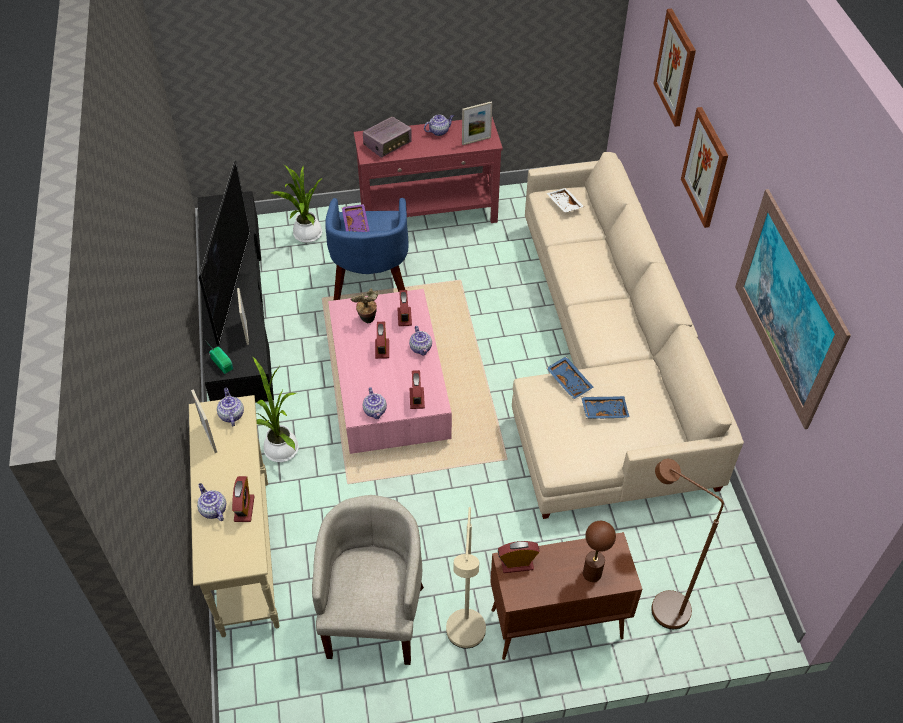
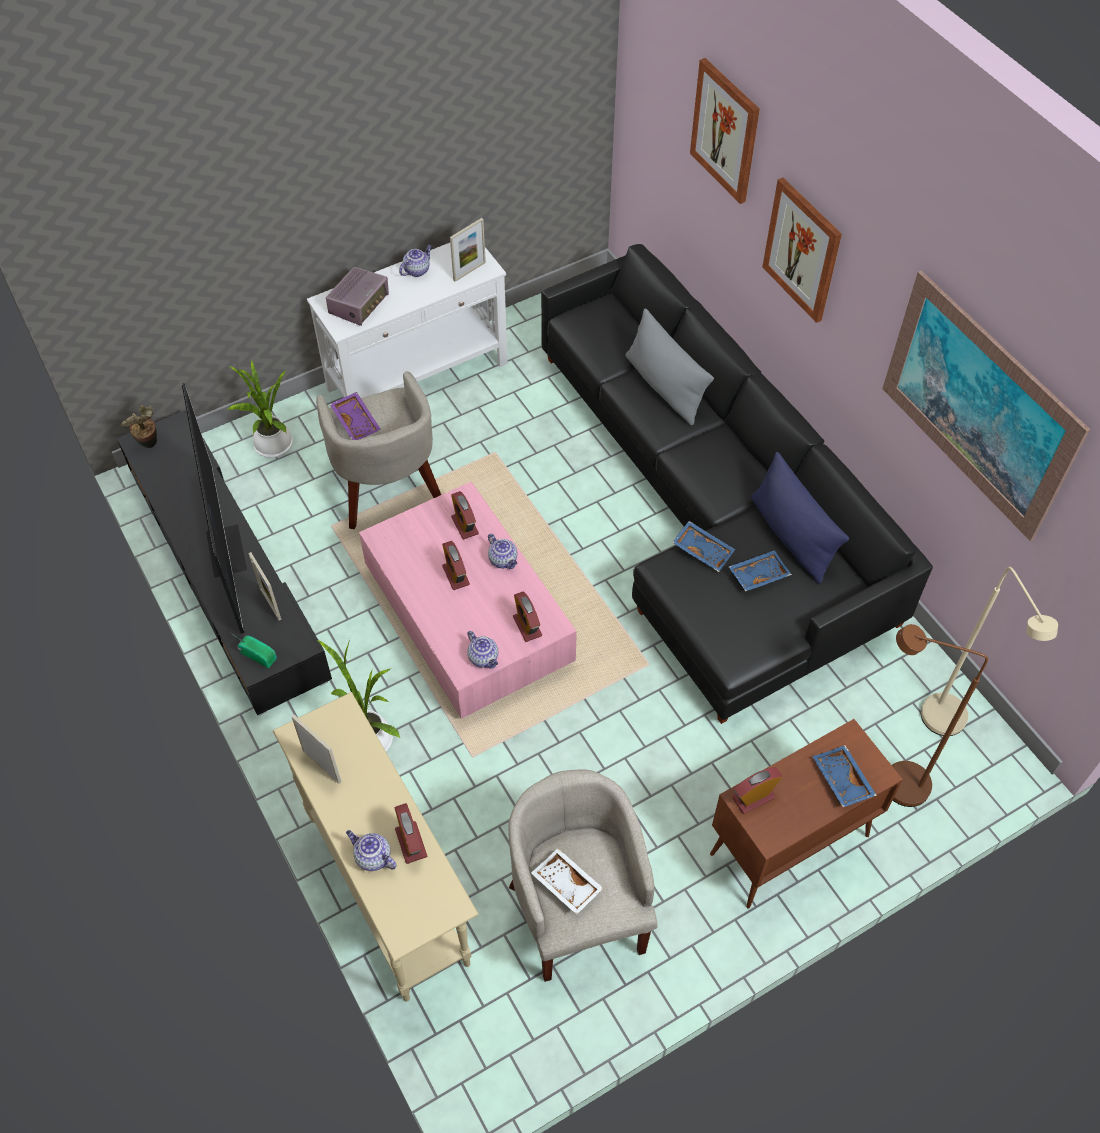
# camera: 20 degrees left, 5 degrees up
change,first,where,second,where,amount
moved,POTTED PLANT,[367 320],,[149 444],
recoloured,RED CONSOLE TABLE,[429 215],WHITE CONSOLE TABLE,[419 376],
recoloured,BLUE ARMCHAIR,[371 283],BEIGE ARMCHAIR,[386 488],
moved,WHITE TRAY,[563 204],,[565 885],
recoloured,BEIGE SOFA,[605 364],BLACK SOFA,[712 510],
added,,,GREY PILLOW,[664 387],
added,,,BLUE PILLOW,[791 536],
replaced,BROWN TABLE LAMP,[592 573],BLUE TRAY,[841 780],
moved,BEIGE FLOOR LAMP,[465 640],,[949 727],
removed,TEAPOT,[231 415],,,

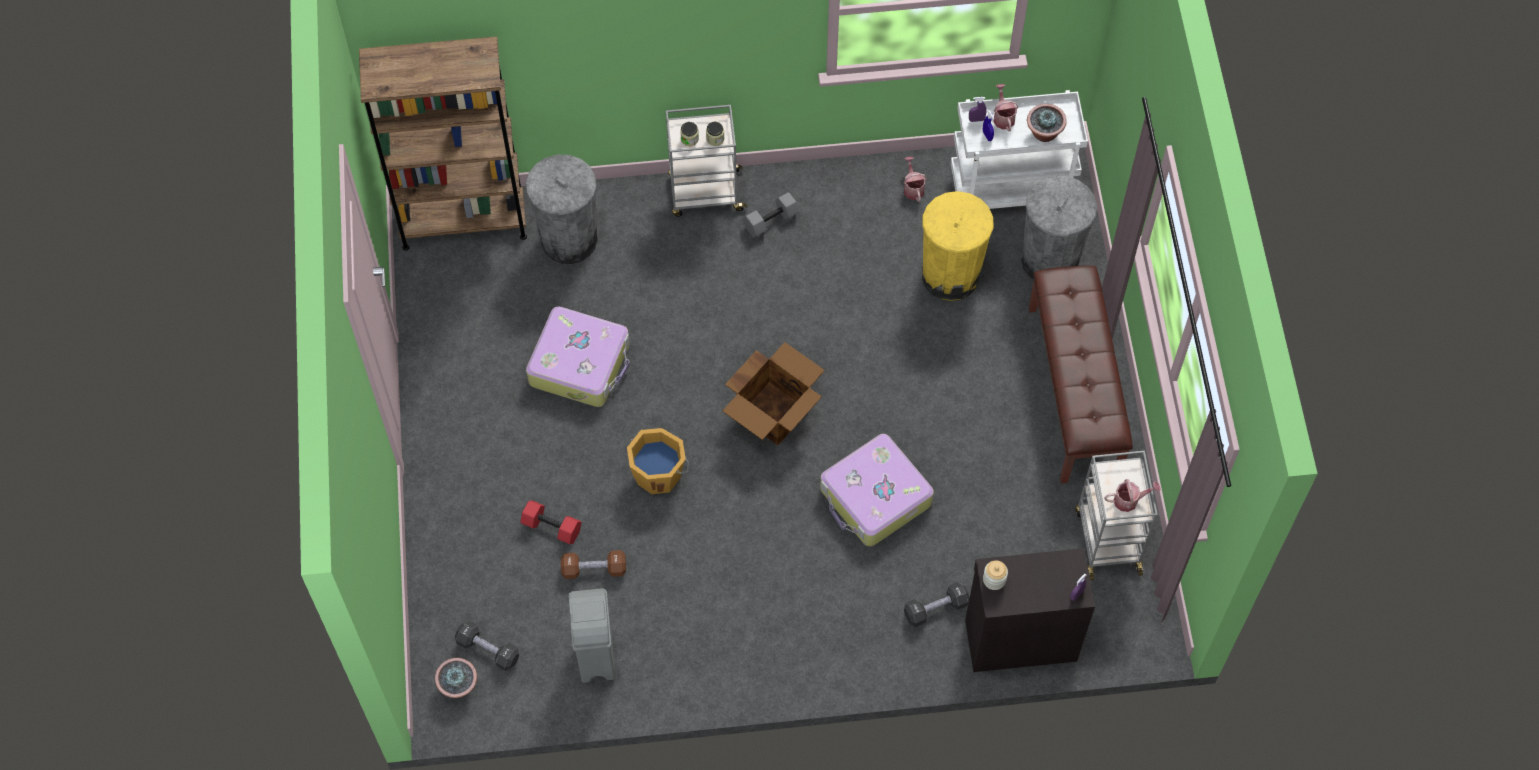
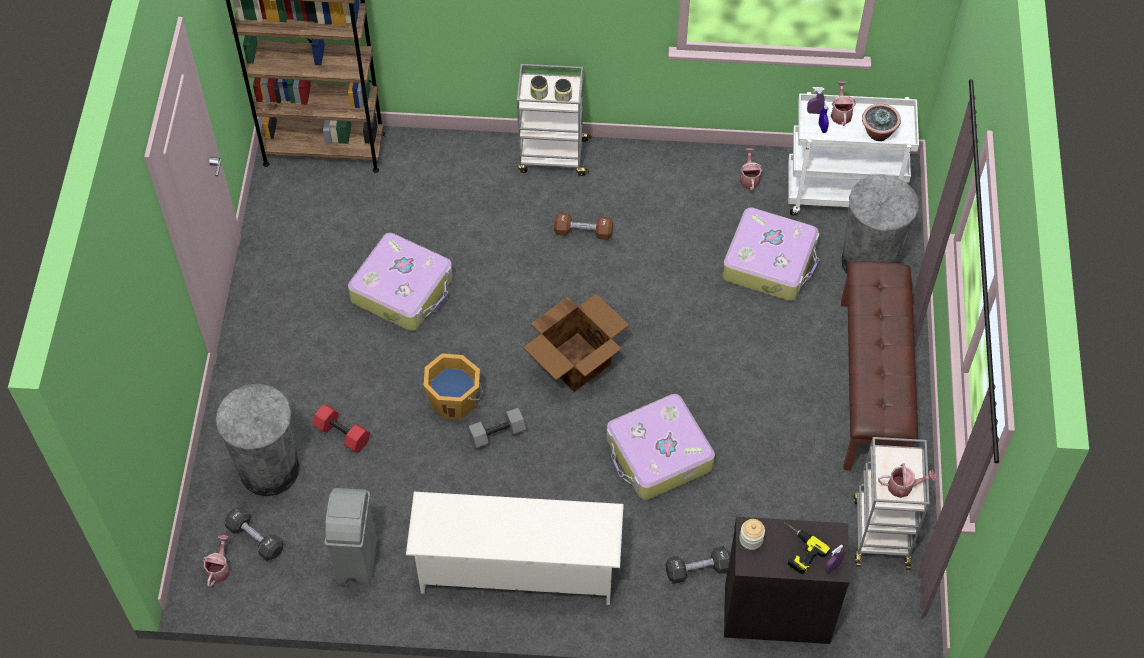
# camera: 10 degrees right, 5 degrees down
change,first,where,second,where,amount
replaced,POTTED PLANT,[459 686],WATERING CAN,[219 568],
moved,GREY TRASH CAN,[568 239],,[269 469],
added,,,WHITE SHOE RACK,[517 569],
moved,GREY DUMBBELL,[770 220],,[497 433],
moved,BROWN DUMBBELL,[594 569],,[583 232],
replaced,YELLOW TRASH CAN,[950 275],SUITCASE,[770 262],
added,,,POWER DRILL,[797 549],

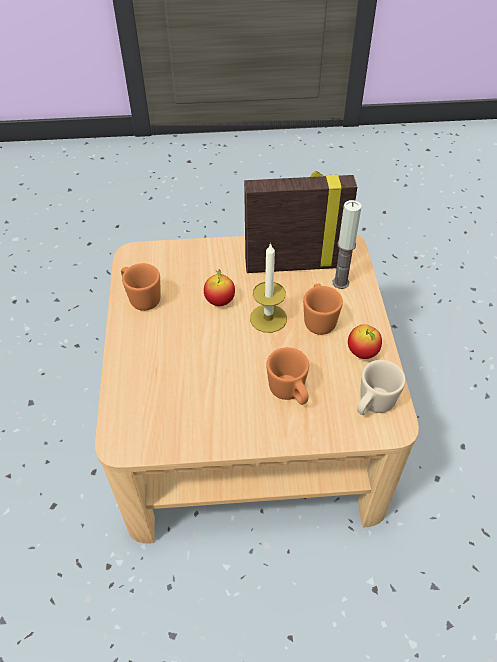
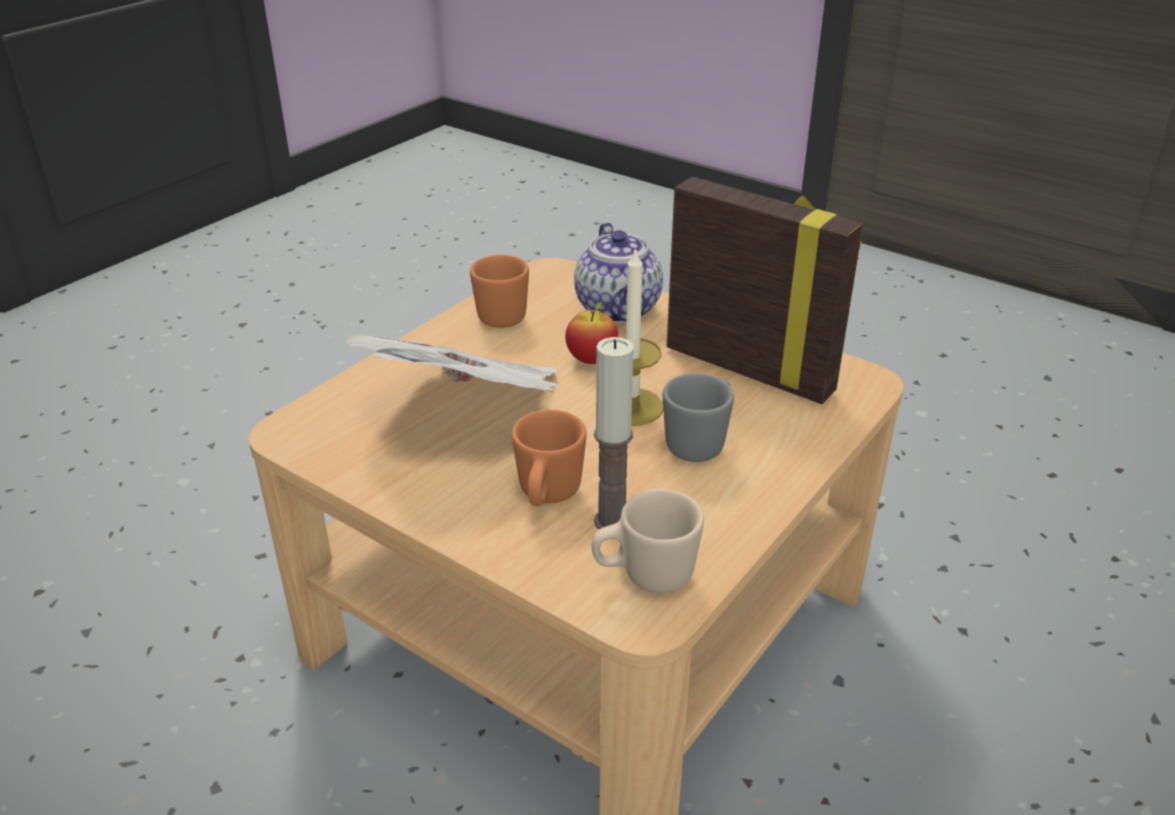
# camera: 40 degrees right, 15 degrees down
change,first,where,second,where,amount
added,,,NEWSPAPER,[470 409],
added,,,TEAPOT,[619 310],
moved,CANDLE,[340 283],,[611 521],
recoloured,ORANGE MUG,[318 320],GREY MUG,[700 443],
removed,APPLE,[362 352],,,

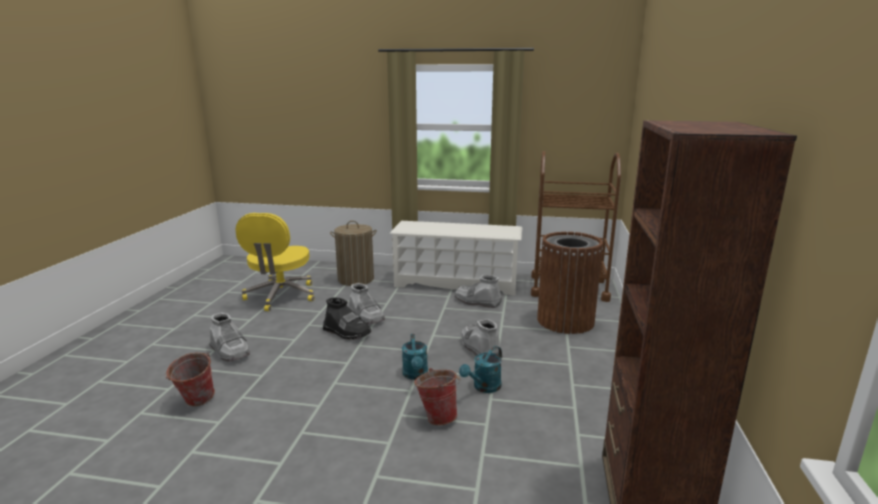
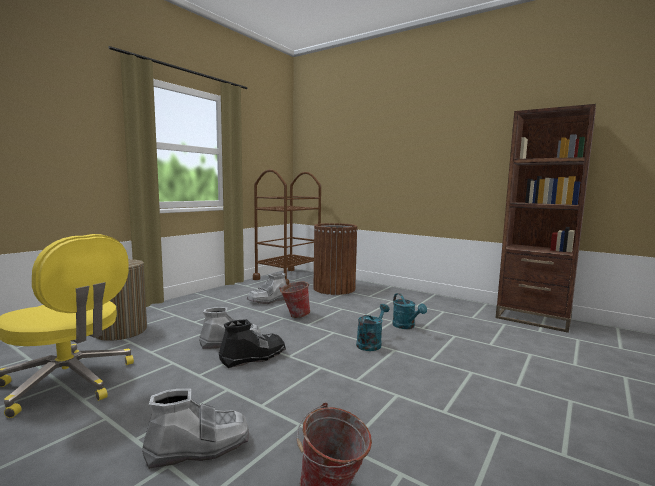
# camera: 65 degrees left, 10 degrees down
change,first,where,second,where,amount
moved,BUCKET,[437 416],,[294 315],
turned,TURQUOISE WATERING CAN,[415 375],,[371 343],75 degrees counterclockwise
removed,WHITE SHOE RACK,[456 283],,,
removed,GREY BOOT,[480 348],,,

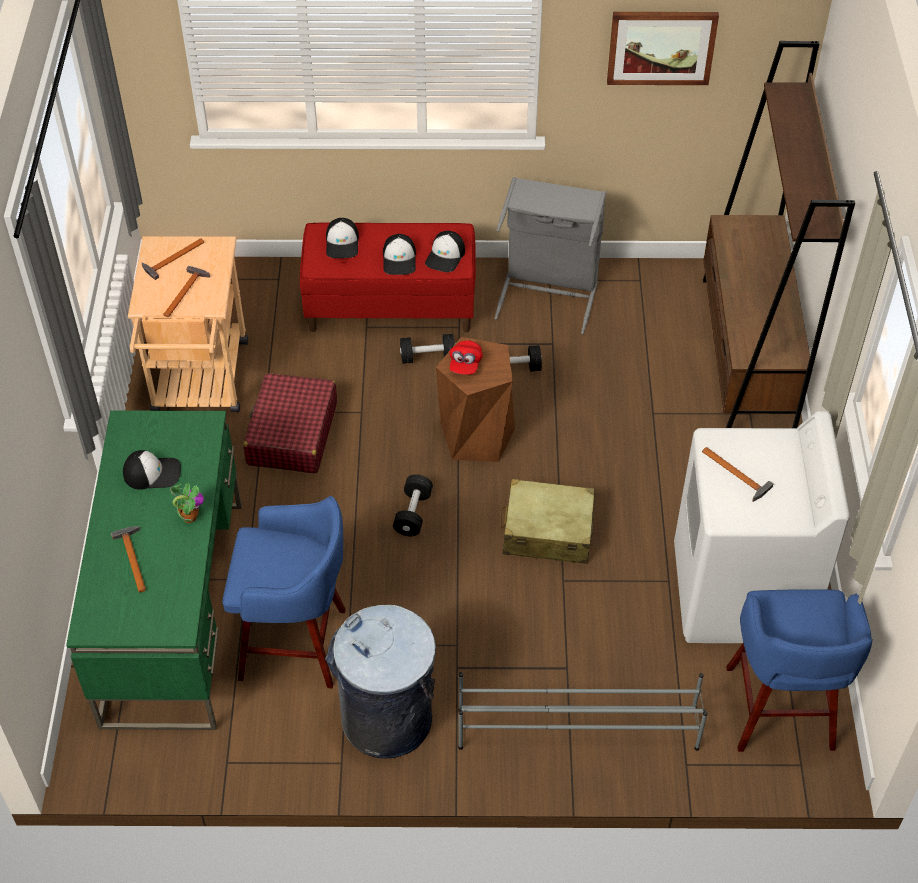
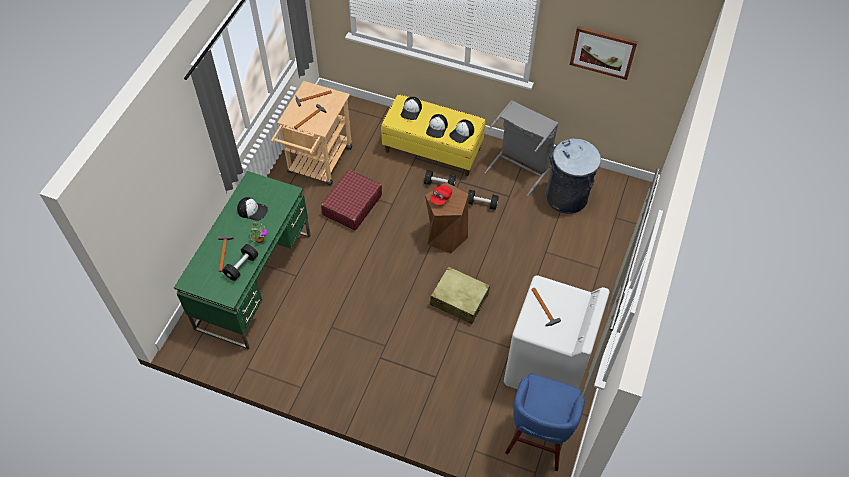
# camera: 20 degrees right, 5 degrees up
change,first,where,second,where,amount
moved,BLACK DUMBBELL,[413 513],,[241 266],
recoloured,RED BENCH,[391 306],YELLOW BENCH,[433 150],
moved,GREY TRASH CAN,[387 720],,[566 197],
removed,BLUE STOOL,[297 645],,,
removed,GREY SHOE RACK,[576 728],,,
removed,BROWN BOOKCASE,[746 356],,,

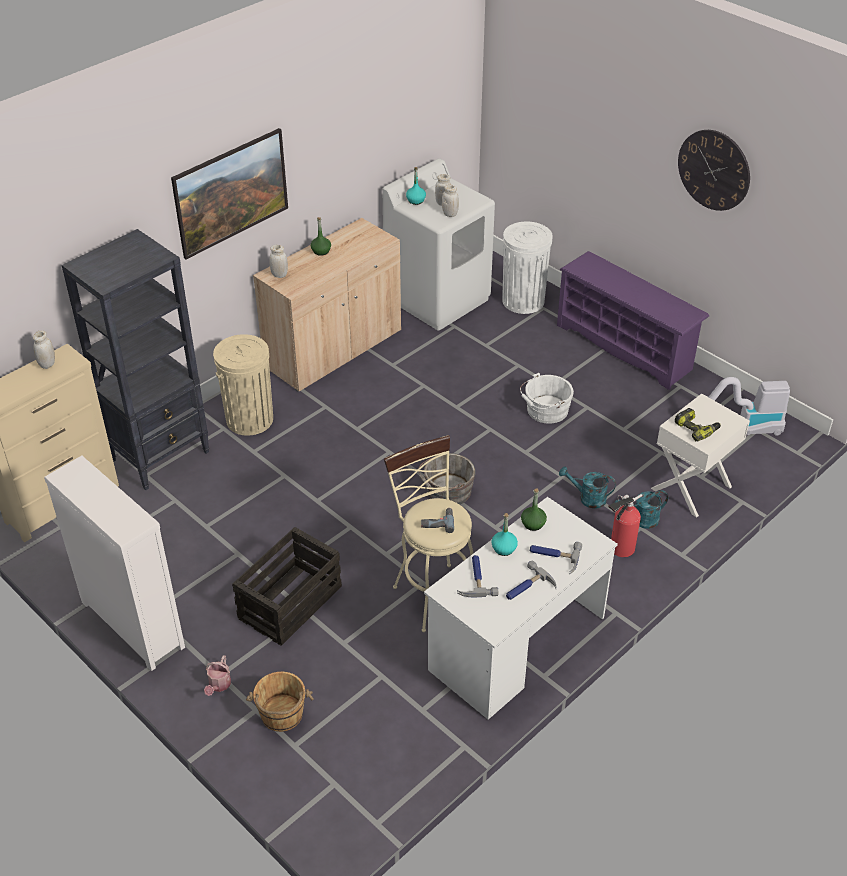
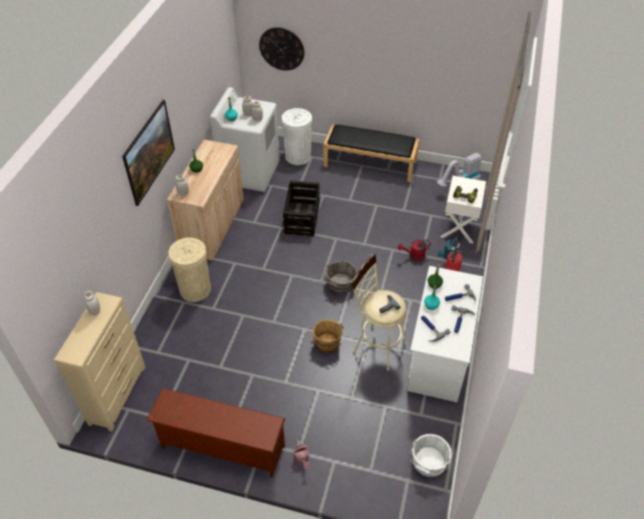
# camera: 30 degrees left, 5 degrees up
change,first,where,second,where,amount
replaced,WHITE DRESSER,[132 623],BROWN SHOE RACK,[221 448],
moved,WALL CLOCK,[714 170],,[281 48],
moved,CRATE,[290 602],,[302 217],
moved,BROWN BUCKET,[281 715],,[327 343],
replaced,PURPLE SHOE RACK,[625 347],BLACK BENCH,[370 163],
recoloured,TURQUOISE WATERING CAN,[587 498],RED WATERING CAN,[414 256],
moved,WHITE BUCKET,[545 410],,[428 463],
removed,BLACK BOOKCASE,[161 455],,,

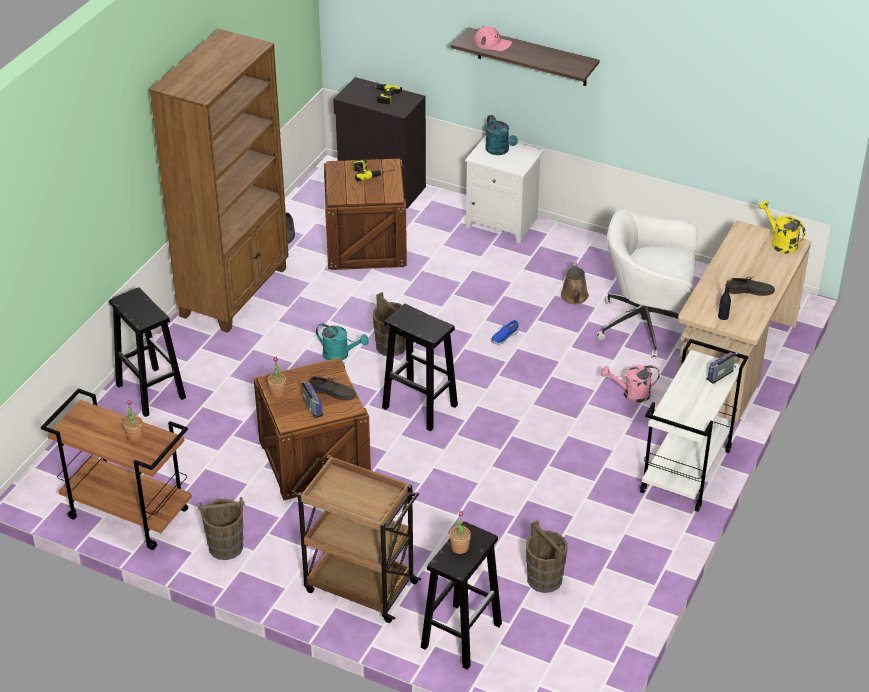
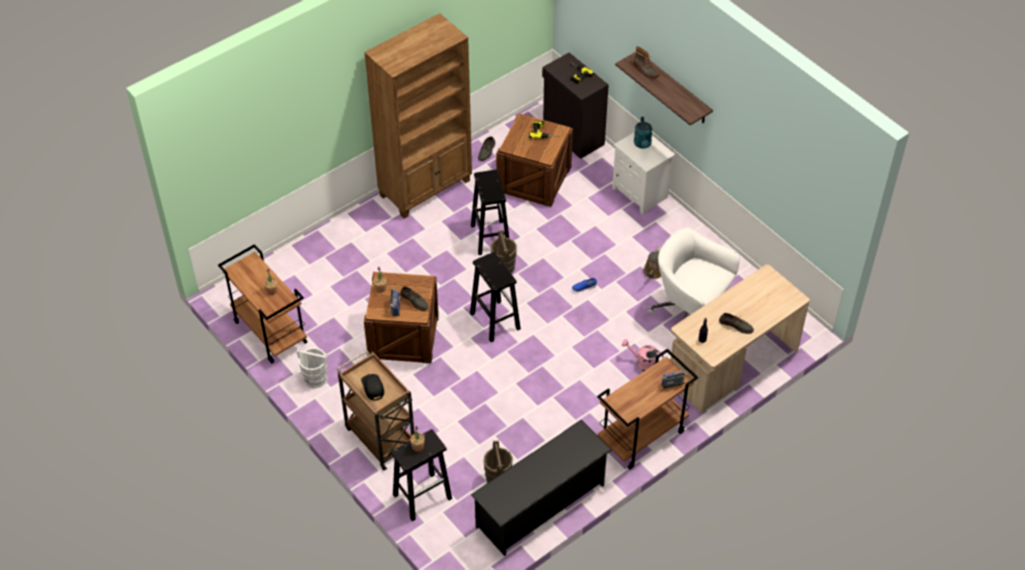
# camera: 25 degrees right, 10 degrees up
change,first,where,second,where,amount
recoloured,BROWN BUCKET,[225 547],WHITE BUCKET,[315 378],
added,,,BLACK CAP,[373 387],
moved,BLACK STOOL,[150 391],,[490 237],
added,,,BLACK SHOE RACK,[541 506],
recoloured,WHITE CART,[686 472],BROWN CART,[641 437],
replaced,PINK CAP,[492 43],BOOT,[645 71],
removed,TURQUOISE WATERING CAN,[340 355],,,
removed,YELLOW WATERING CAN,[780 242],,,

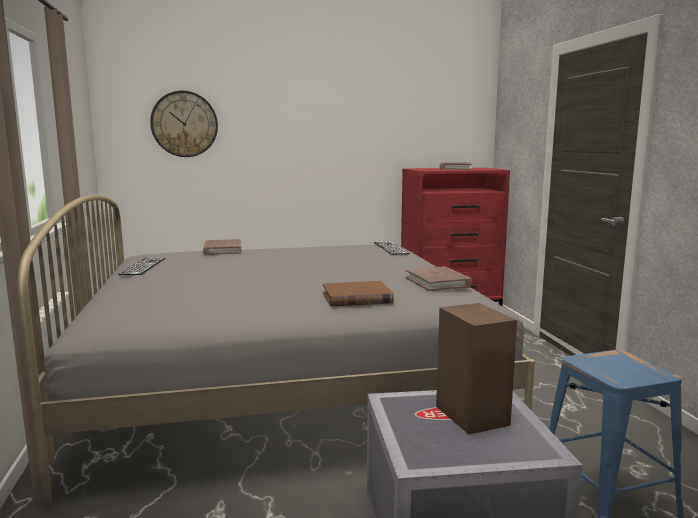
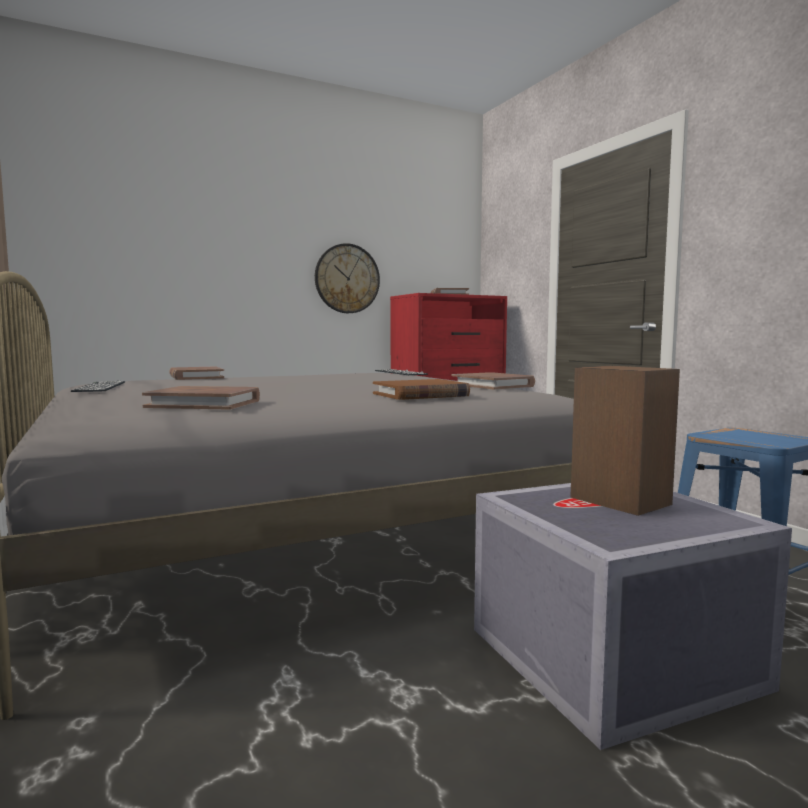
# camera: 15 degrees left, 5 degrees down
change,first,where,second,where,amount
added,,,BROWN BOOK,[204 404],
moved,WALL CLOCK,[184 124],,[347 278],

